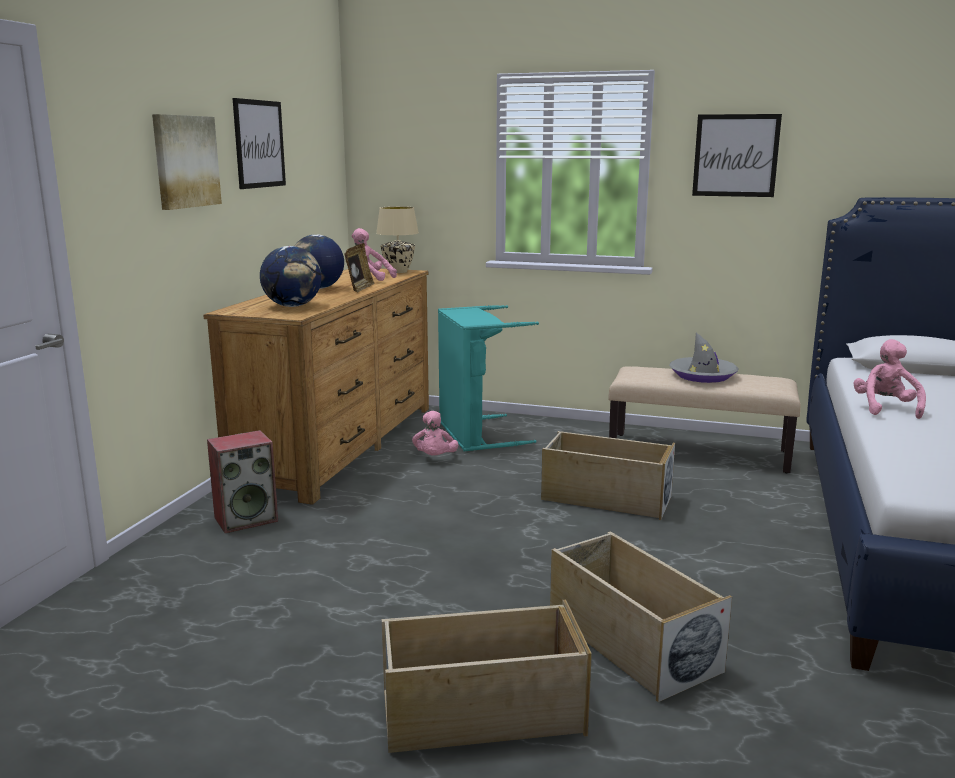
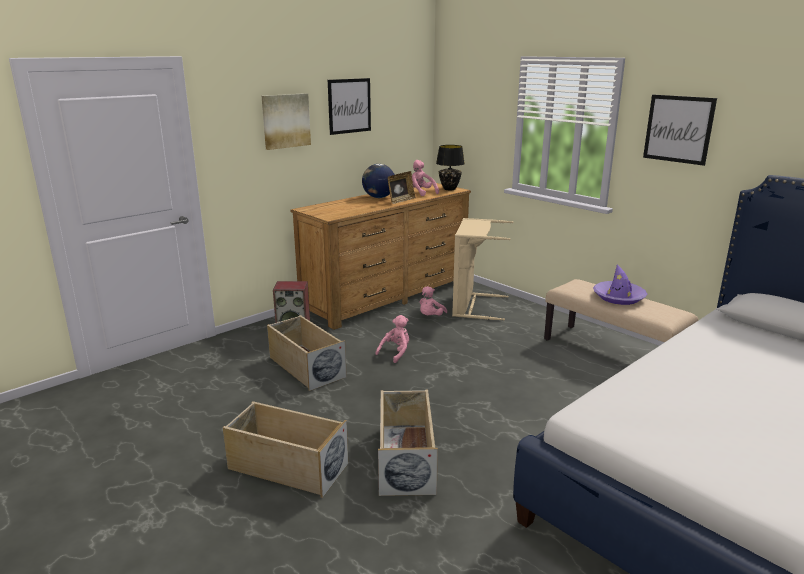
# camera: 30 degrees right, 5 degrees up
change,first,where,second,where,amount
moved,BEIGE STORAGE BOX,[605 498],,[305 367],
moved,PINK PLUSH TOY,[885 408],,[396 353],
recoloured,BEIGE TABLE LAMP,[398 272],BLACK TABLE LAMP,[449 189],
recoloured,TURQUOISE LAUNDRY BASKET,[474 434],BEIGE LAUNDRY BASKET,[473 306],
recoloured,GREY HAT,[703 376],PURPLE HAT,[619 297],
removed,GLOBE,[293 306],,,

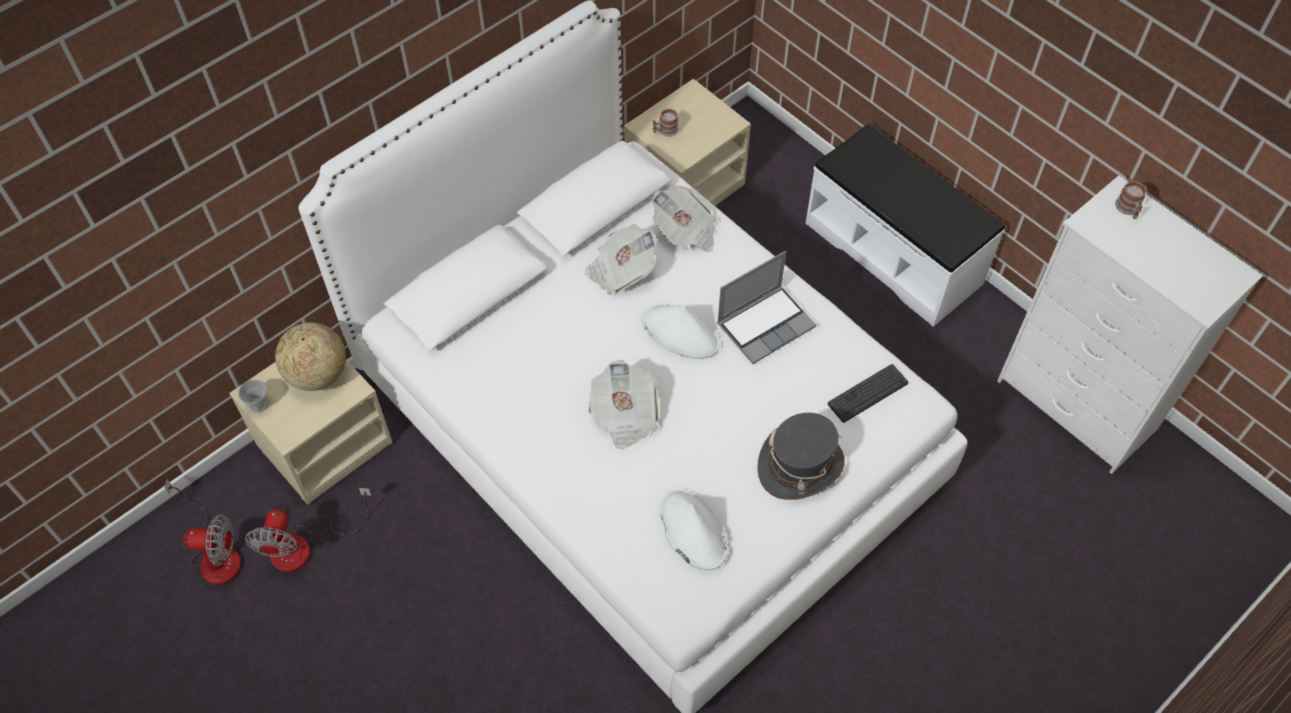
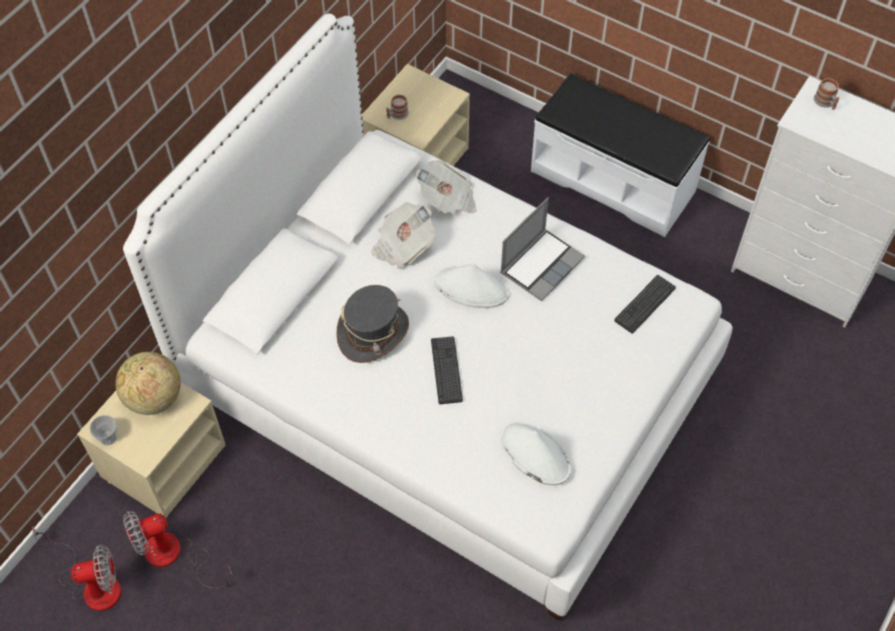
# camera: 15 degrees left, 0 degrees up
change,first,where,second,where,amount
turned,FAN,[304 546],,[174 556],75 degrees clockwise
moved,GREY HAT,[800 465],,[373 332],
replaced,NEWSPAPER,[625 415],KEYBOARD,[446 370],

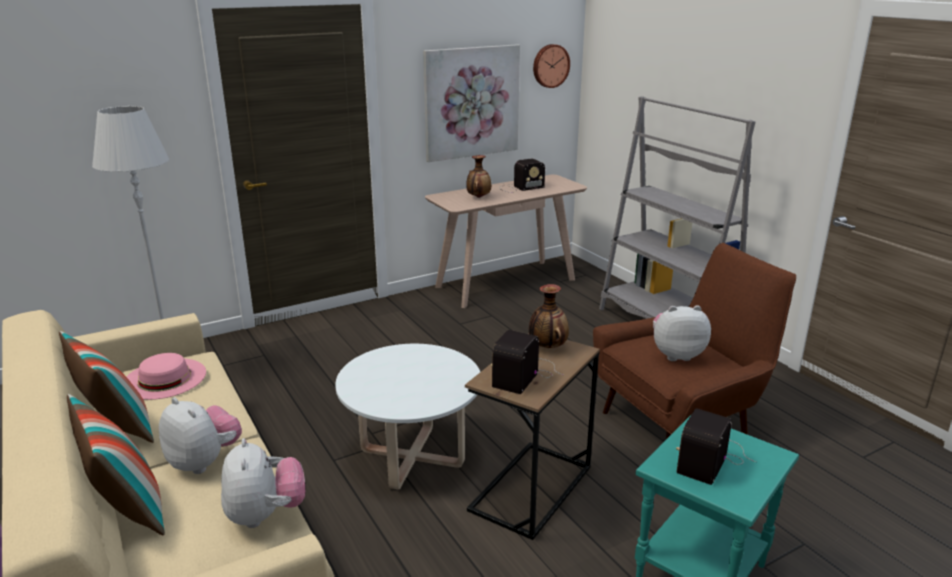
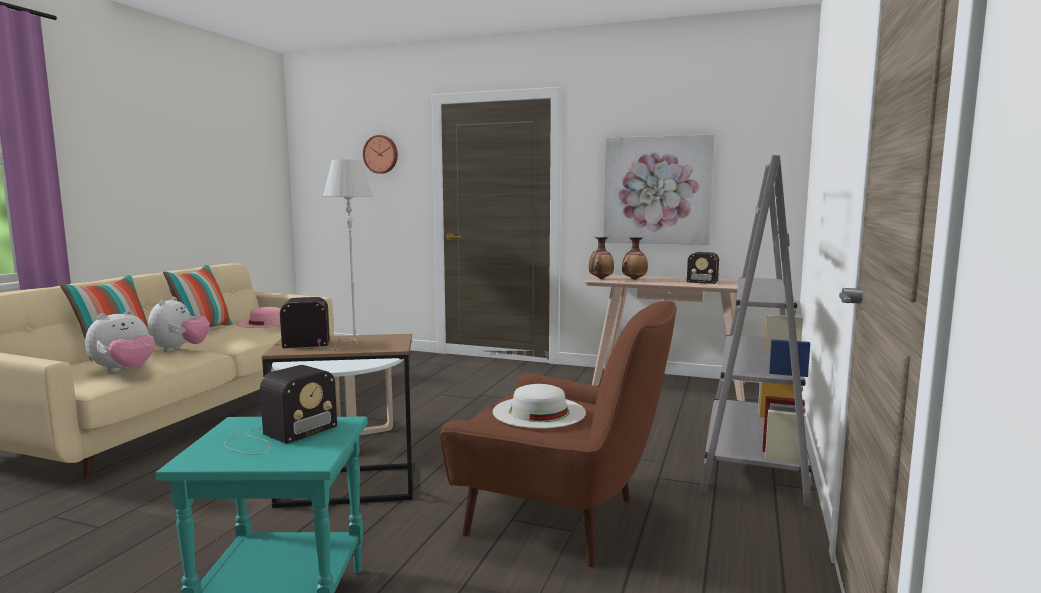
# camera: 50 degrees right, 15 degrees down
change,first,where,second,where,amount
turned,RADIO,[711 457],,[278 436],135 degrees clockwise
moved,WALL CLOCK,[550 66],,[381 154],
replaced,PLUSH TOY,[676 355],WHITE HAT,[539 412],
moved,VASE,[547 347],,[600 279],

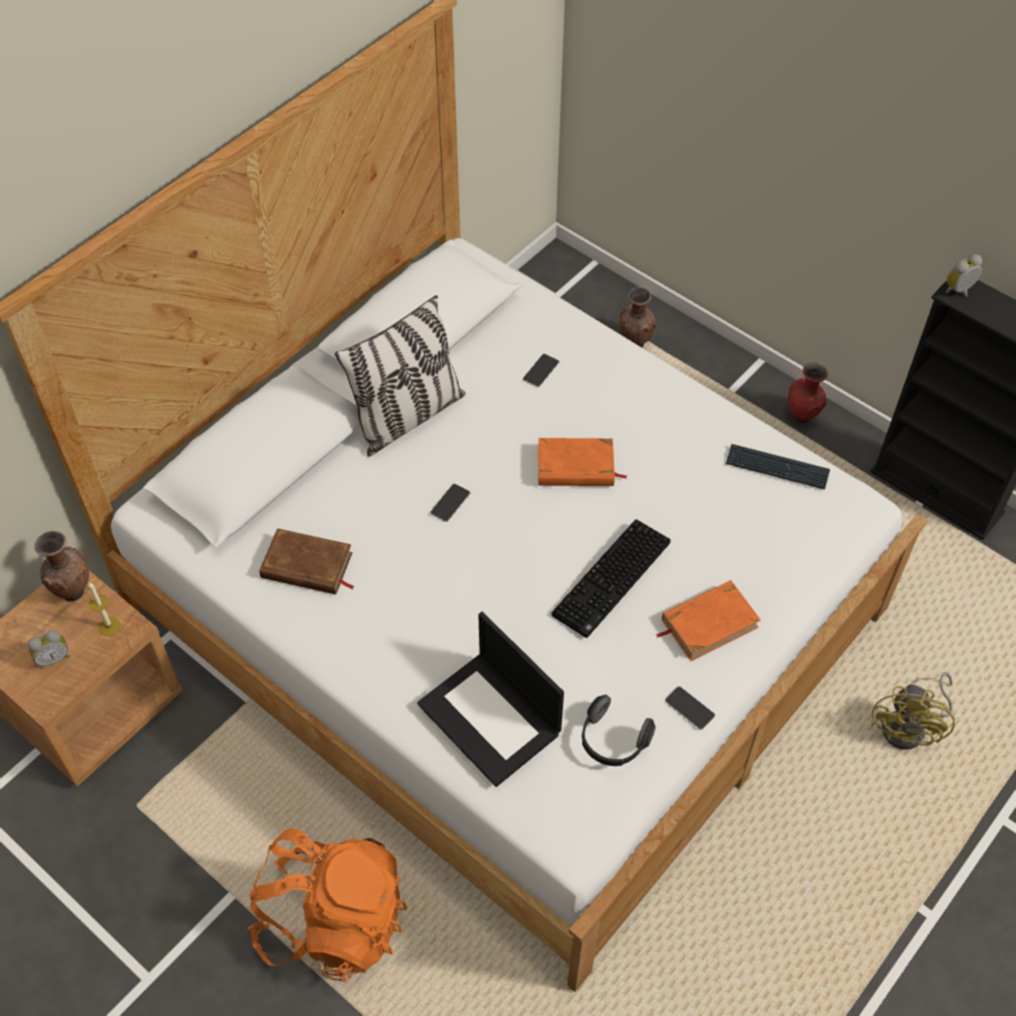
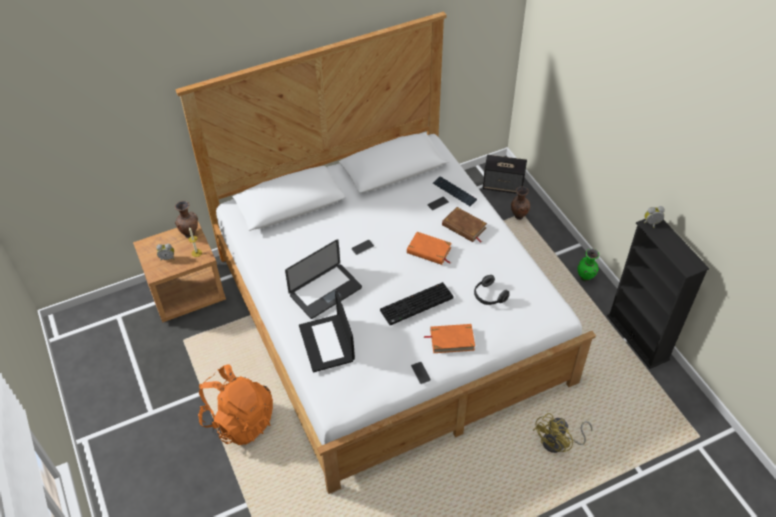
# camera: 25 degrees right, 5 degrees down
change,first,where,second,where,amount
added,,,LAPTOP,[325 292],
moved,KEYBOARD,[777 468],,[454 192],
moved,BROWN BOOK,[307 566],,[464 227],
moved,HEADPHONES,[612 741],,[488 296],
added,,,SPEAKER,[503 185],
recoloured,RED VASE,[802 418],GREEN VASE,[585 278],
removed,PILLOW,[408 416],,,

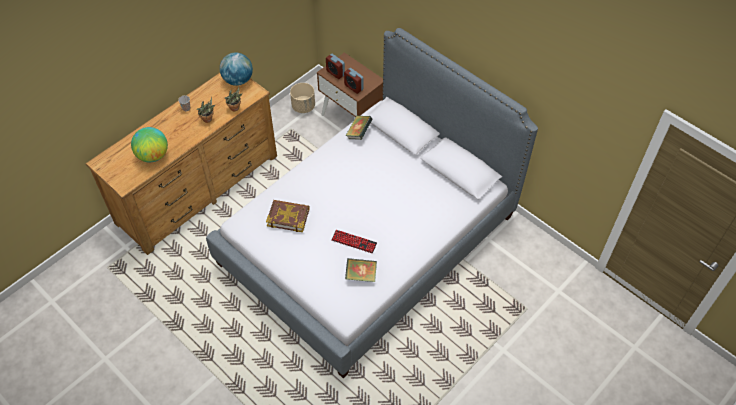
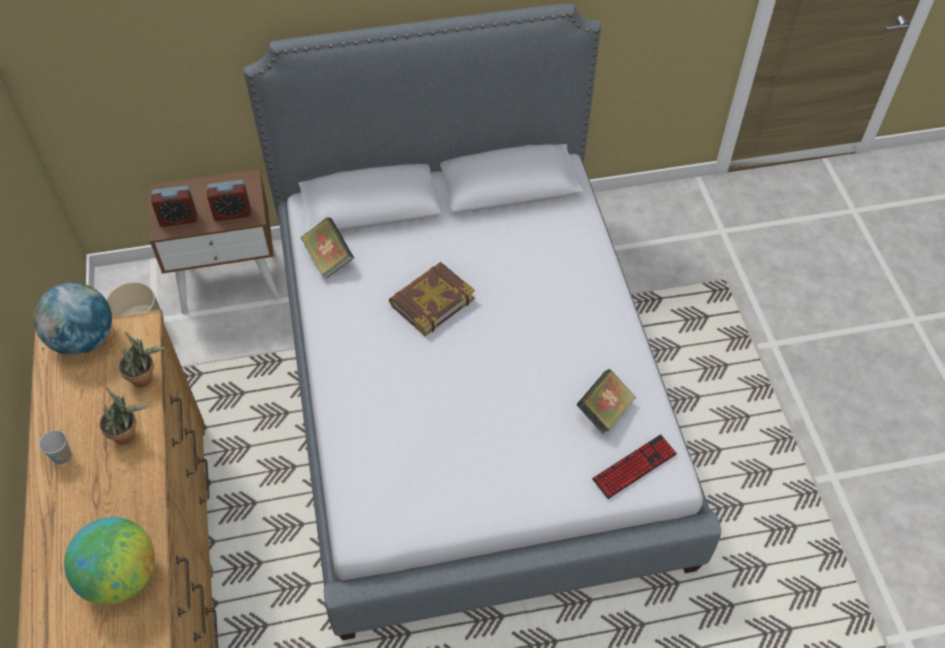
# camera: 55 degrees left, 0 degrees up
change,first,where,second,where,amount
moved,BOOK,[288 217],,[431 301],
moved,KEYBOARD,[354 242],,[634 467],

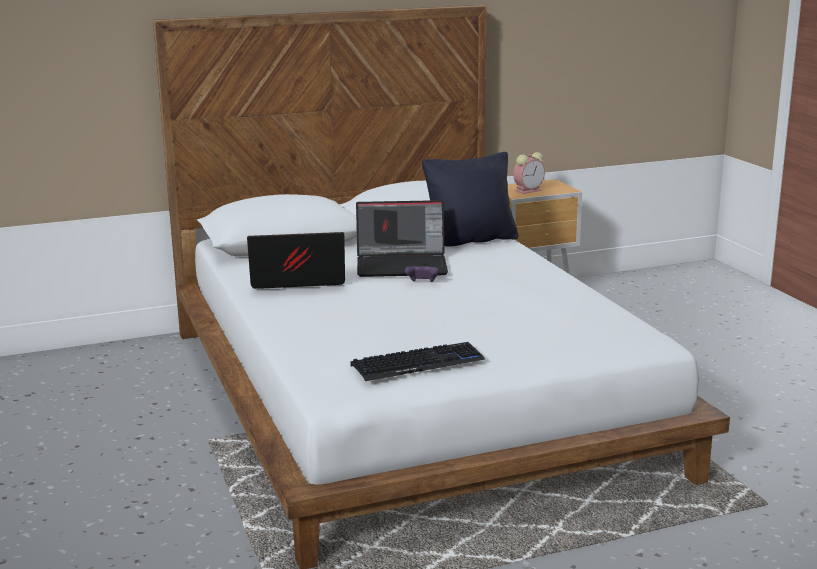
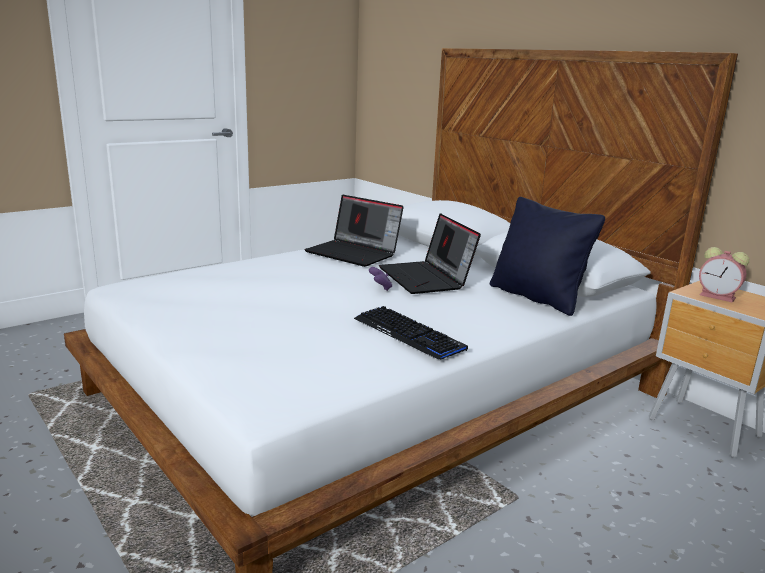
# camera: 70 degrees right, 0 degrees up
change,first,where,second,where,amount
turned,LAPTOP,[296 281],,[354 253],150 degrees clockwise
moved,KEYBOARD,[418 363],,[409 334],

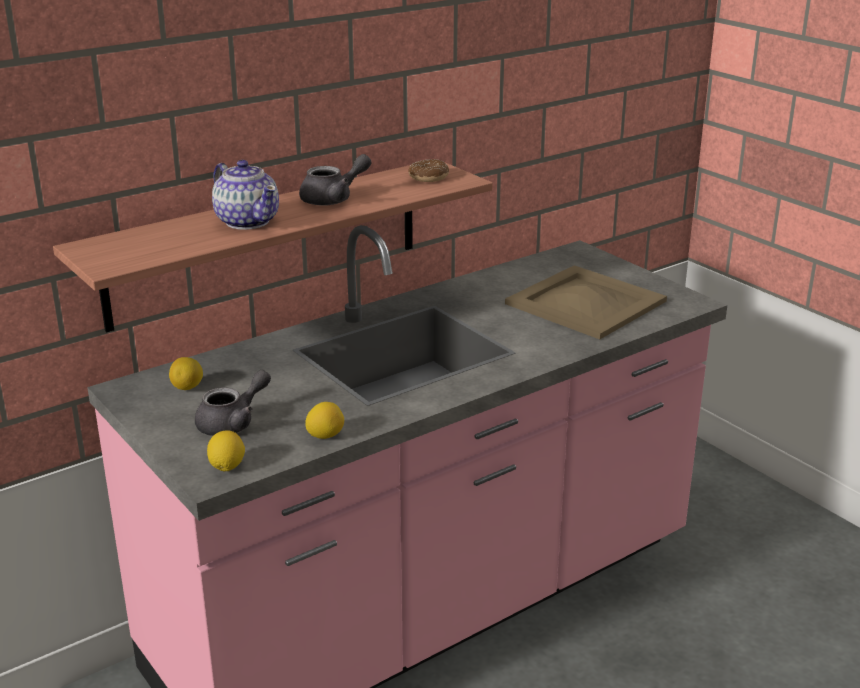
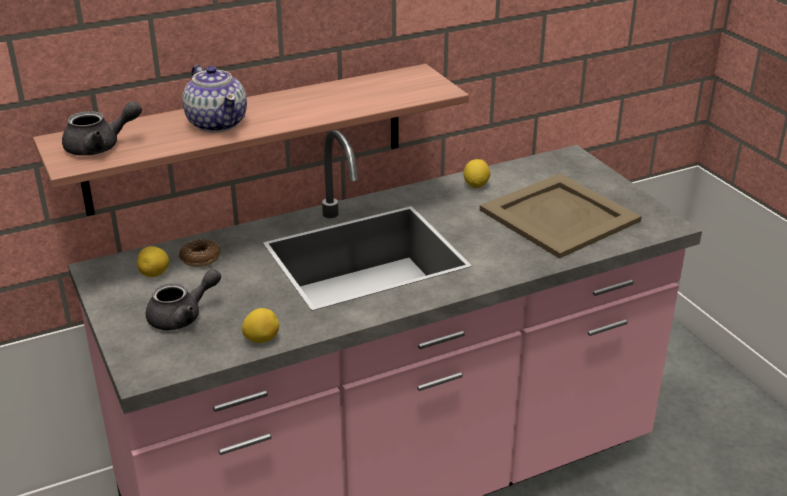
# camera: 10 degrees right, 5 degrees up
change,first,where,second,where,amount
moved,GREY TEAPOT,[334 199],,[100 147],
moved,DONUT,[428 177],,[200 258],
moved,LEMON,[227 466],,[476 185],

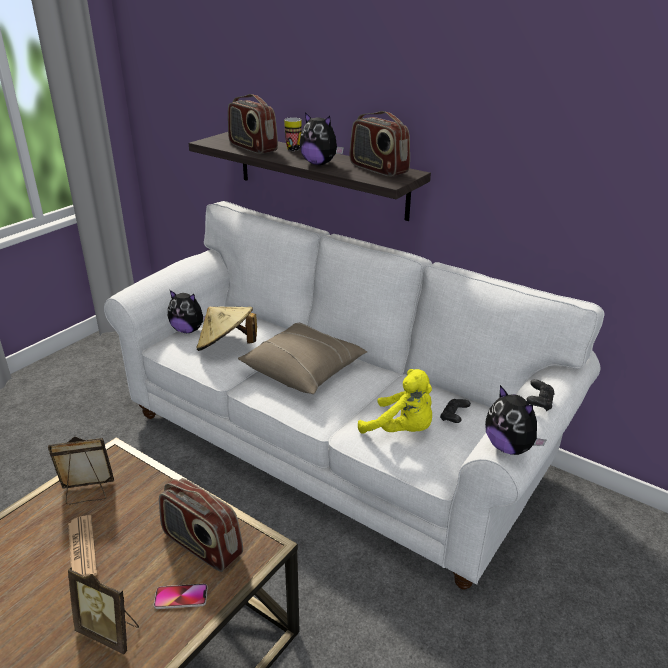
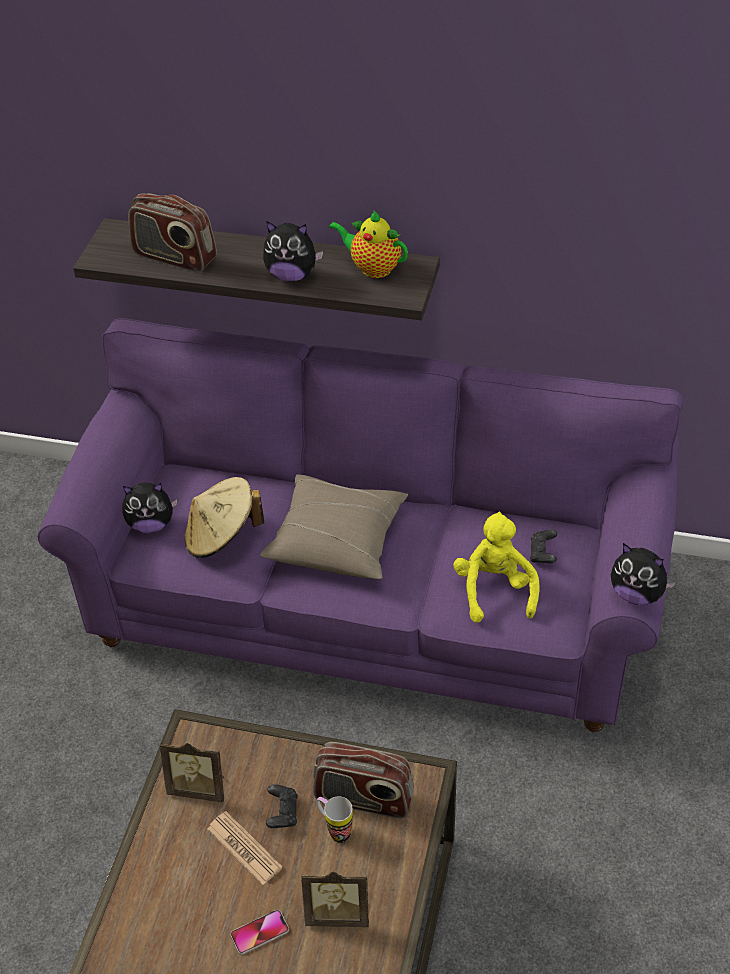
# camera: 20 degrees left, 15 degrees up
change,first,where,second,where,amount
recoloured,WHITE SOFA,[333 445],PURPLE SOFA,[370 604],
turned,PICTURE FRAME,[87 493],,[199 788],135 degrees counterclockwise
moved,PHONE,[181 597],,[260 932],
moved,BLACK GAME CONTROLLER,[539 402],,[282 813],
moved,MUG,[291 148],,[335 830],
replaced,RADIO,[378 169],TEAPOT,[372 268],
turned,YELLOW PLUSH TOY,[401 430],,[495 590],105 degrees counterclockwise

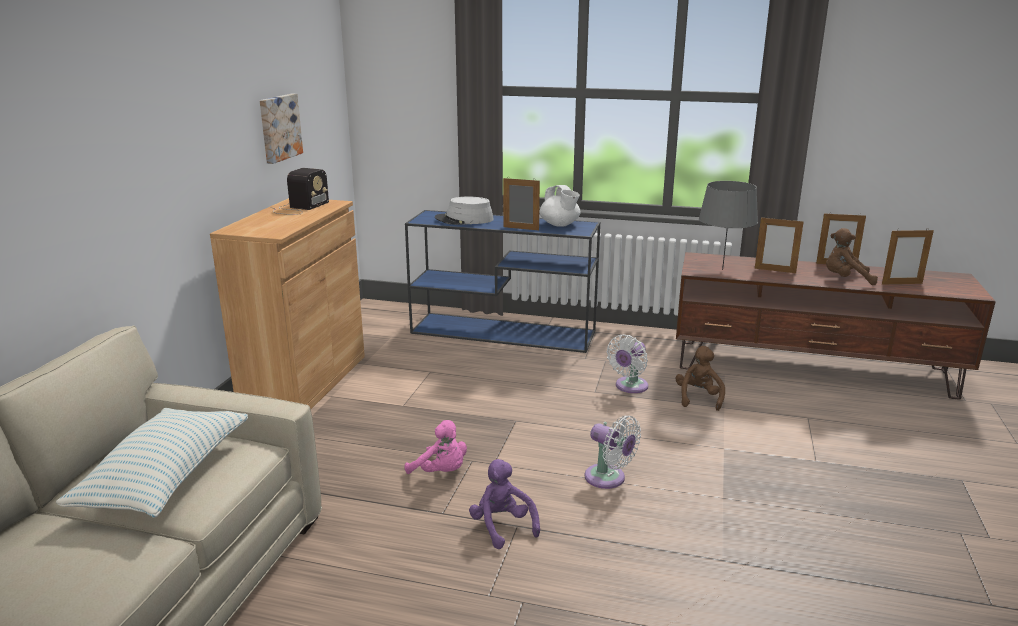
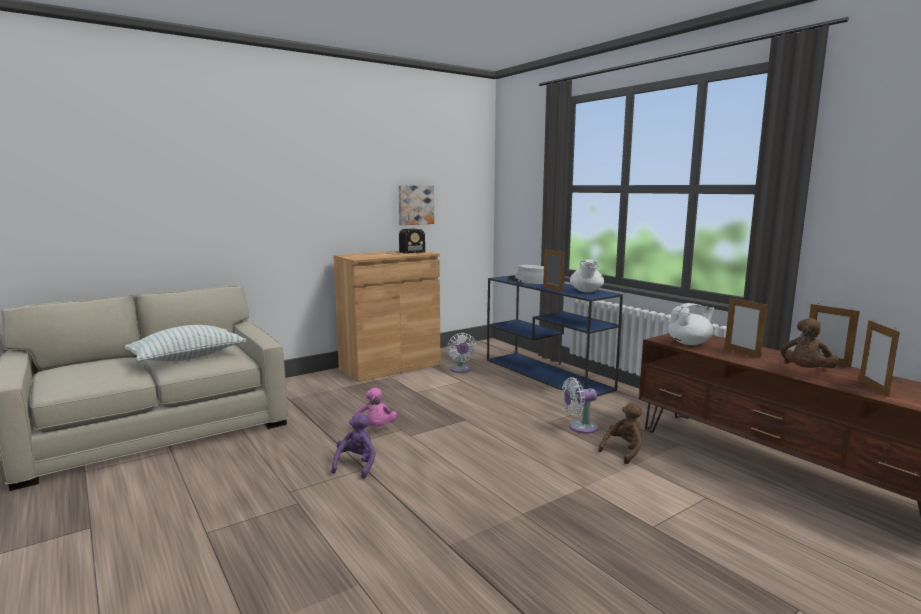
# camera: 40 degrees right, 10 degrees down
change,first,where,second,where,amount
moved,WHITE FAN,[608 479],,[460 370],
replaced,GREY TABLE LAMP,[722 270],WHITE TEAPOT,[689 343],
turned,BROWN PLUSH TOY,[845 280],,[806 372],105 degrees counterclockwise
turned,PICTURE FRAME,[902 283],,[873 388],60 degrees clockwise

